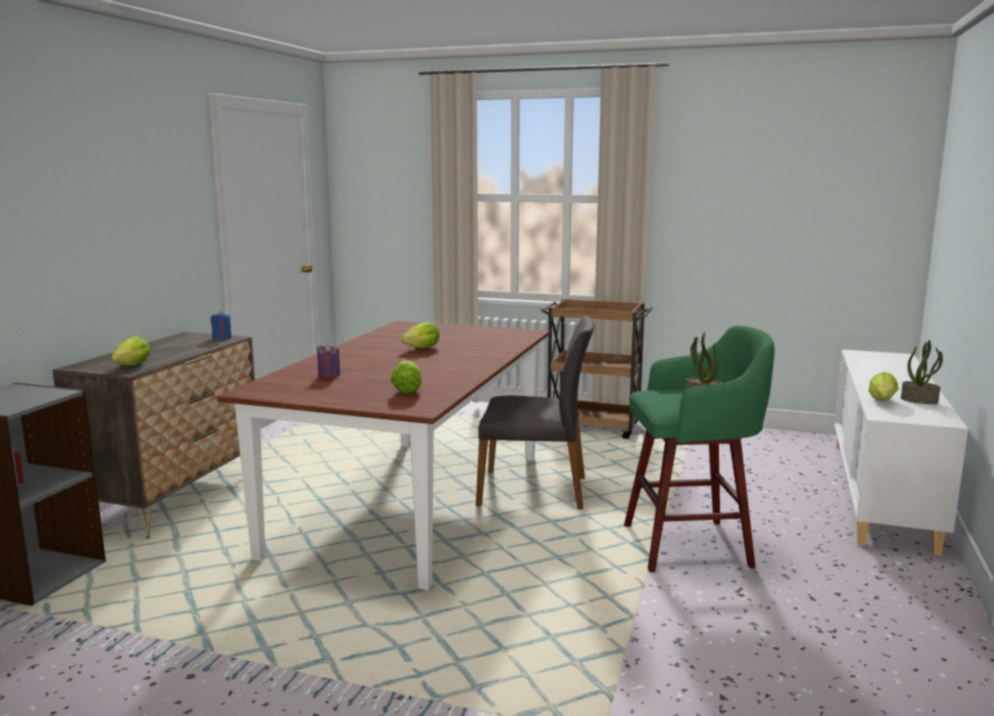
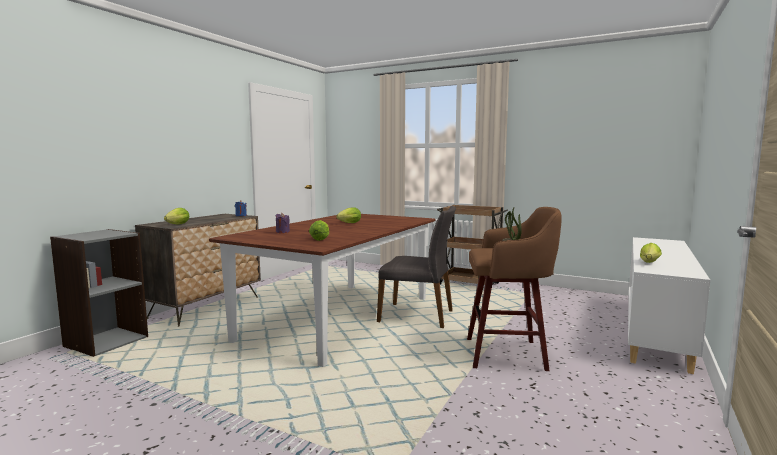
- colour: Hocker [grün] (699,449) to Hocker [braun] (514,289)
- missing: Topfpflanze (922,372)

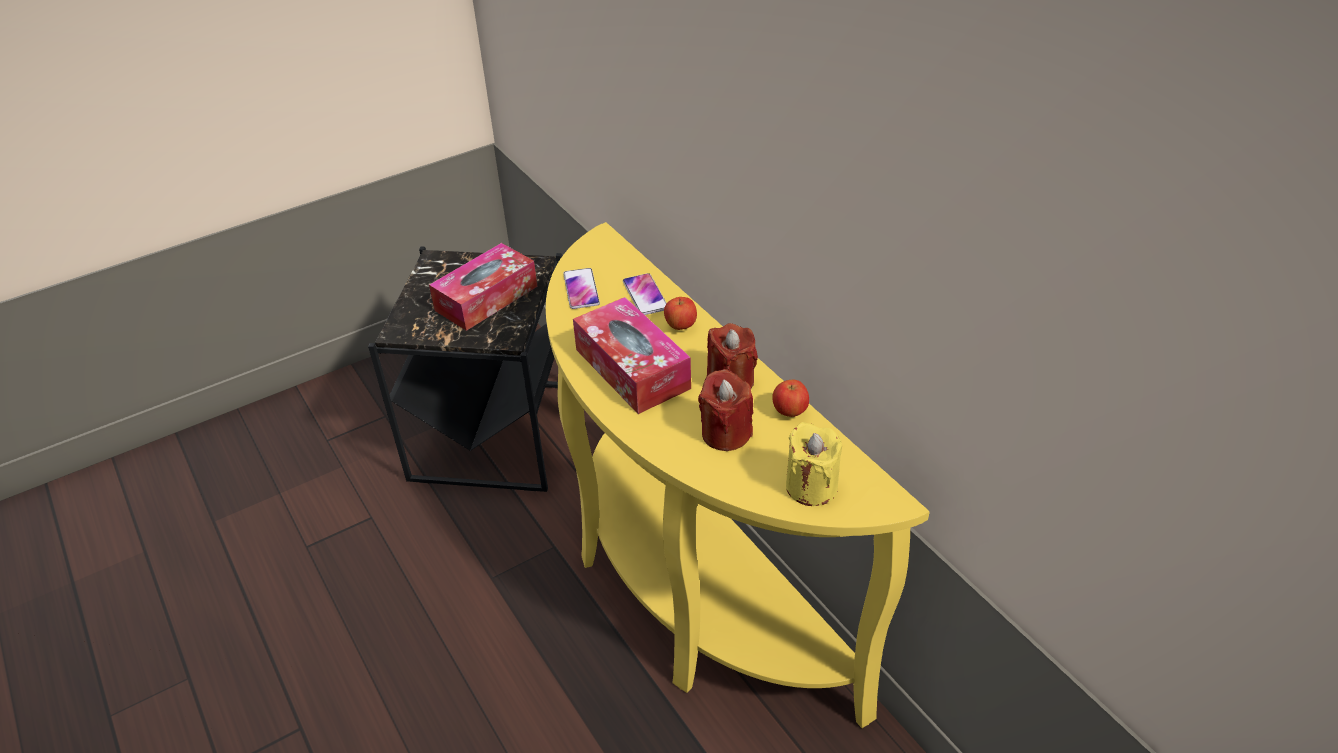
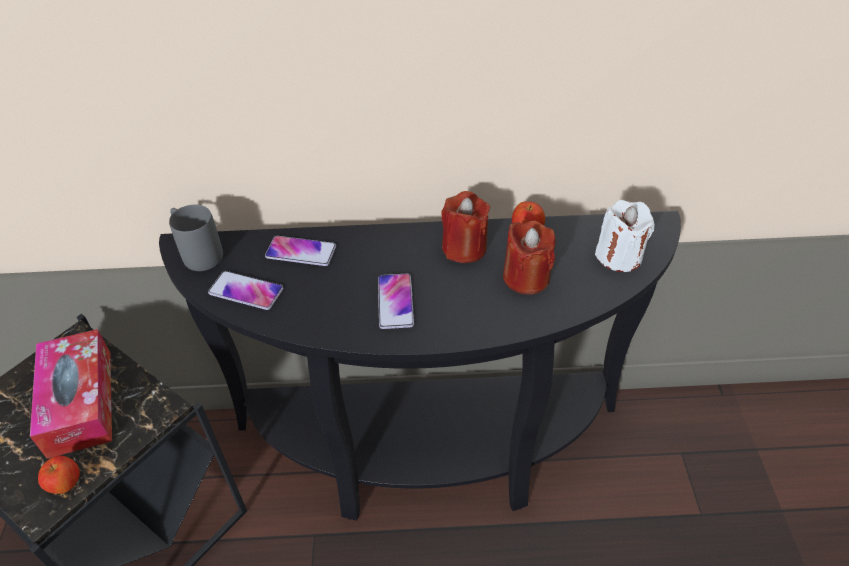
- relocated: Apfel (680,313) to (59,474)
- colour: Konsolentisch [gelb] (738,475) to Konsolentisch [schwarz] (420,366)
- appeared: Henkelbecher [grau] (196,237)
- exchanged: Taschentuchbox (632,355) to Handy (396,301)
- colour: Kerze [gelb] (814,464) to Kerze [weiß] (624,236)

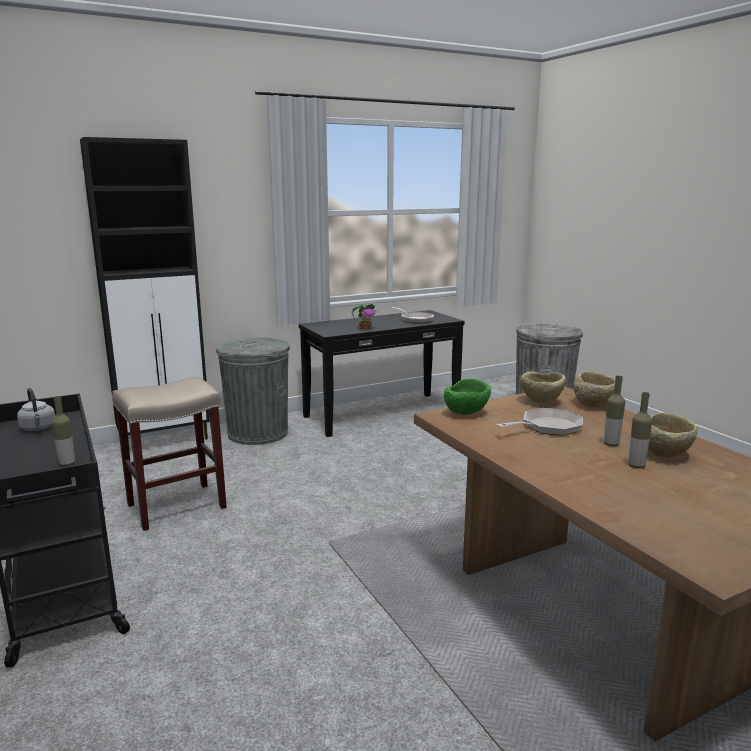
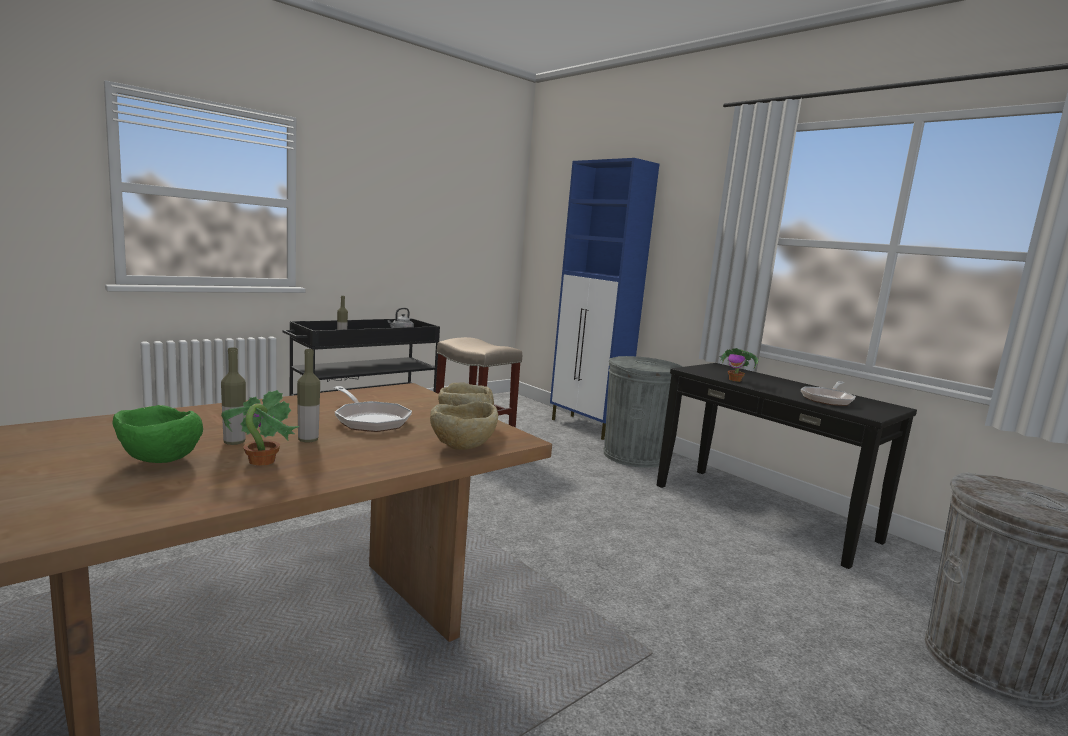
- relocated: Schüssel [grün] (467,397) to (157,434)
- exchanged: Schüssel [beige] (673,434) to Topfpflanze (260,428)
- colour: Schrank [schwarz] (145,288) to Schrank [blau] (604,299)

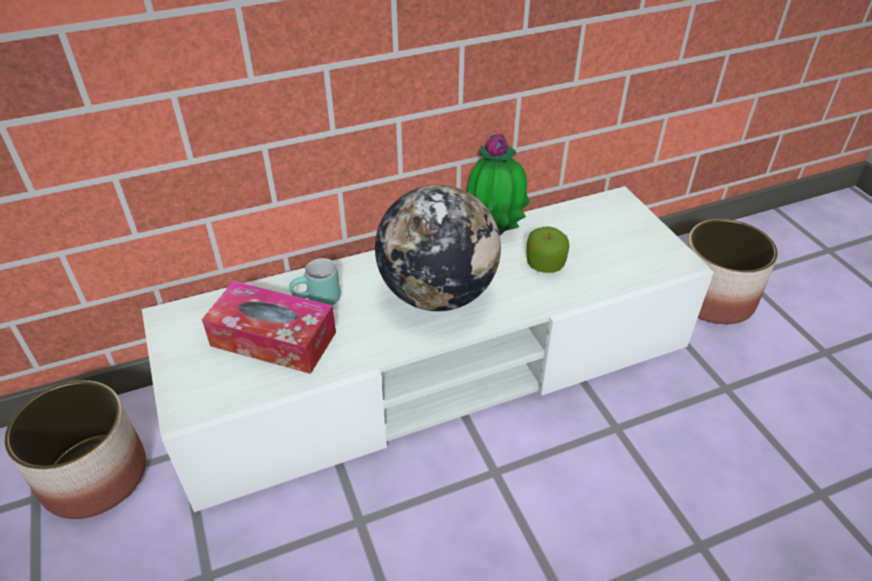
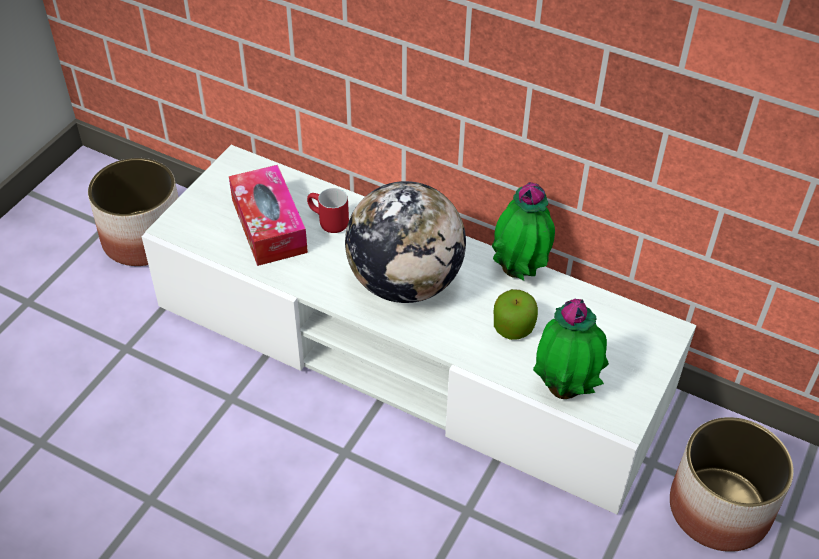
- colour: Henkelbecher [türkis] (315,281) to Henkelbecher [rot] (328,210)
- appeared: Topfpflanze (571,349)

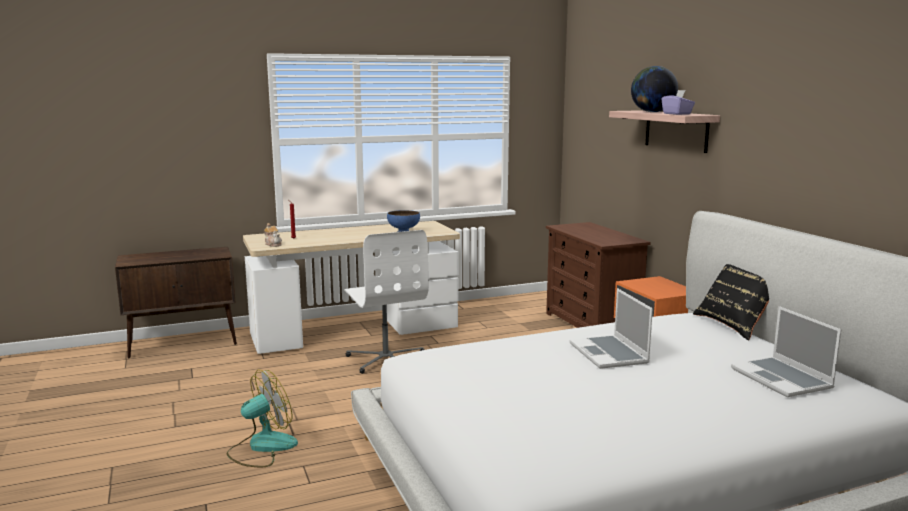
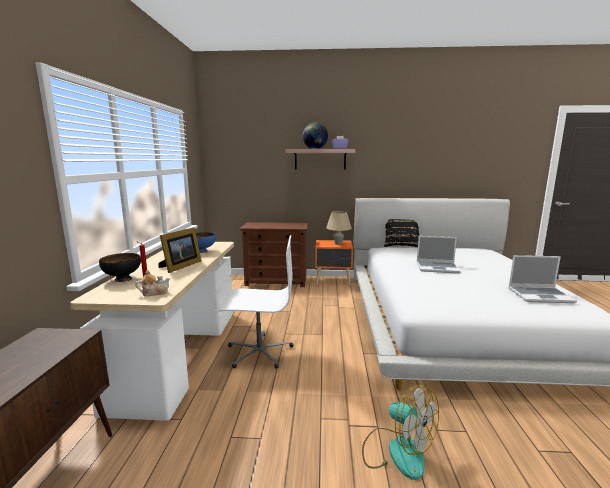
- appeared: Schüssel [schwarz] (120,267)
- appeared: Bilderrahmen (180,250)
- appeared: Tischlampe [beige] (339,228)
- spun: Ventilator (262,418) = (400,432) 150 degrees clockwise
- relocated: Laptop (786,351) to (542,279)

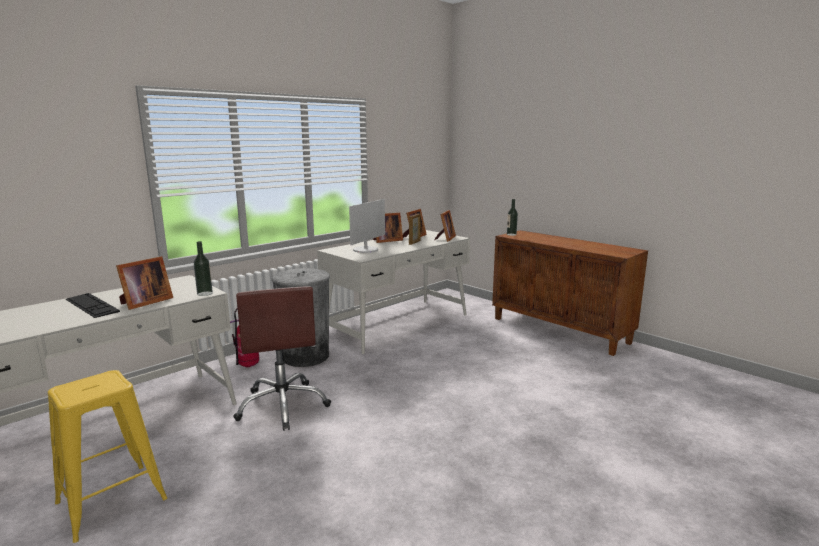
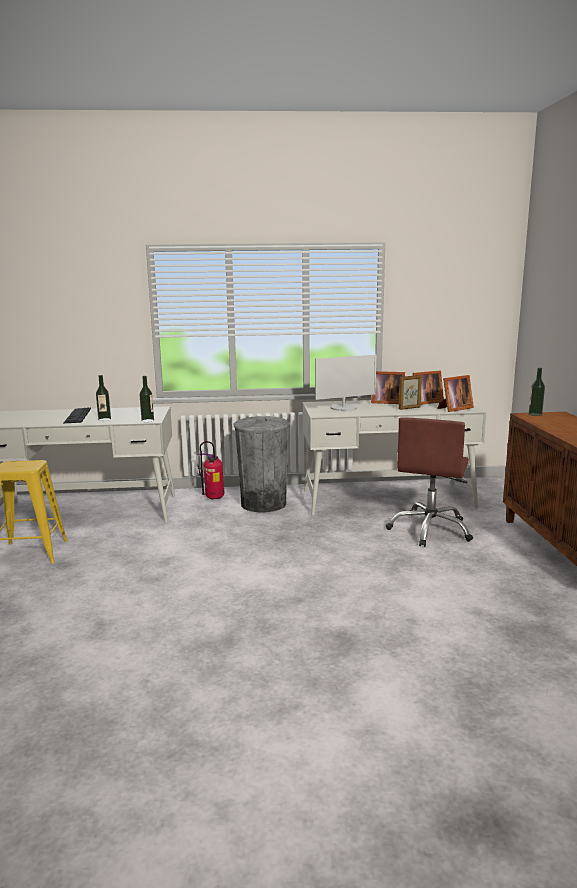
- exchanged: Bilderrahmen (144,283) to Flasche (103,398)
- relocated: Bürostuhl [braun] (282,358) to (429,482)

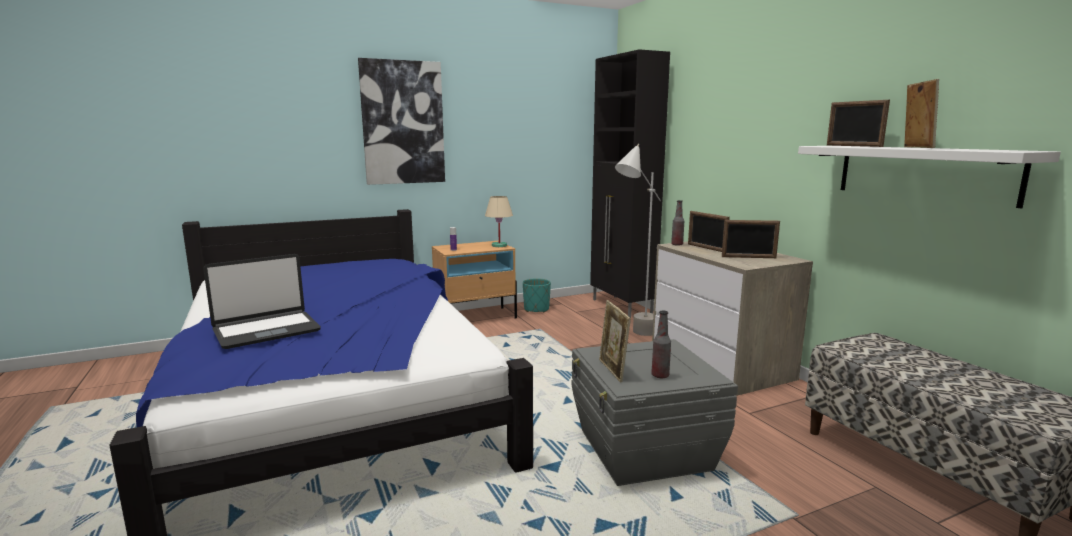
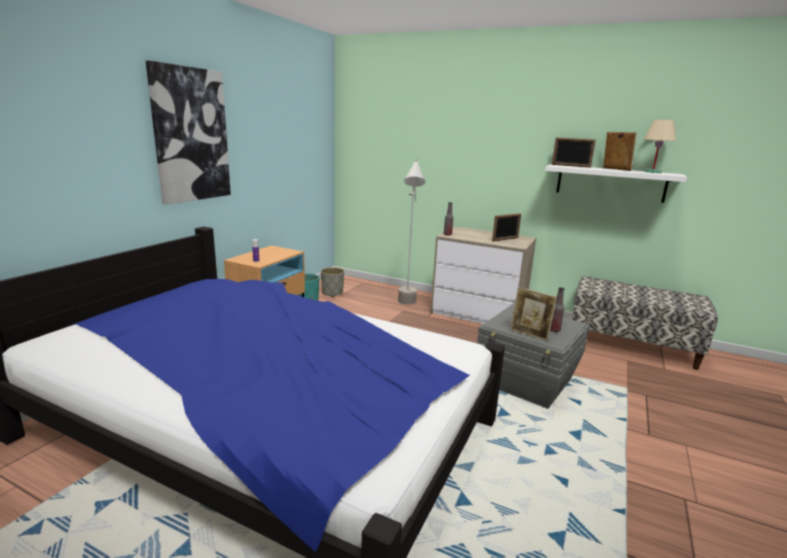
- appeared: Pflanzkübel [grau] (332,282)
- relocated: Tischlampe [beige] (499,221) to (660,146)
- missing: Laptop (262,301)
- missing: Schrank [schwarz] (630,183)
- missing: Bilderrahmen (709,231)

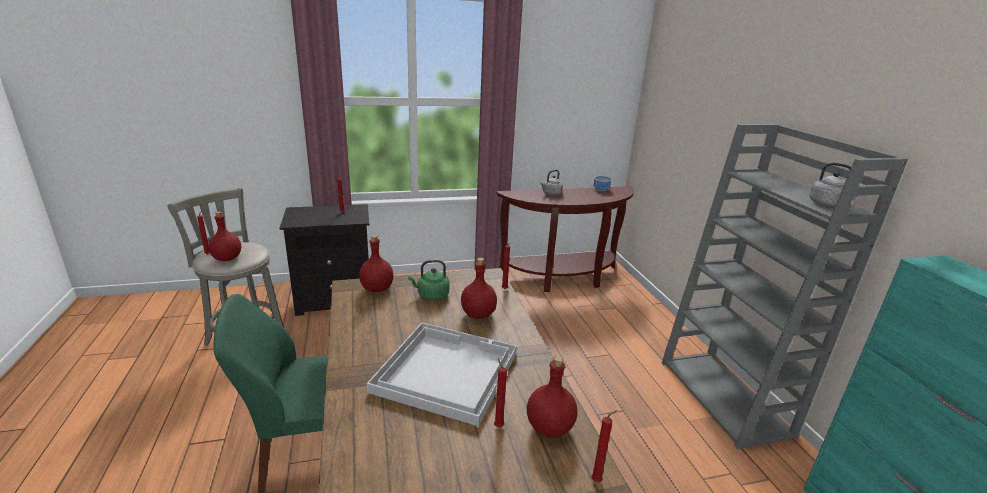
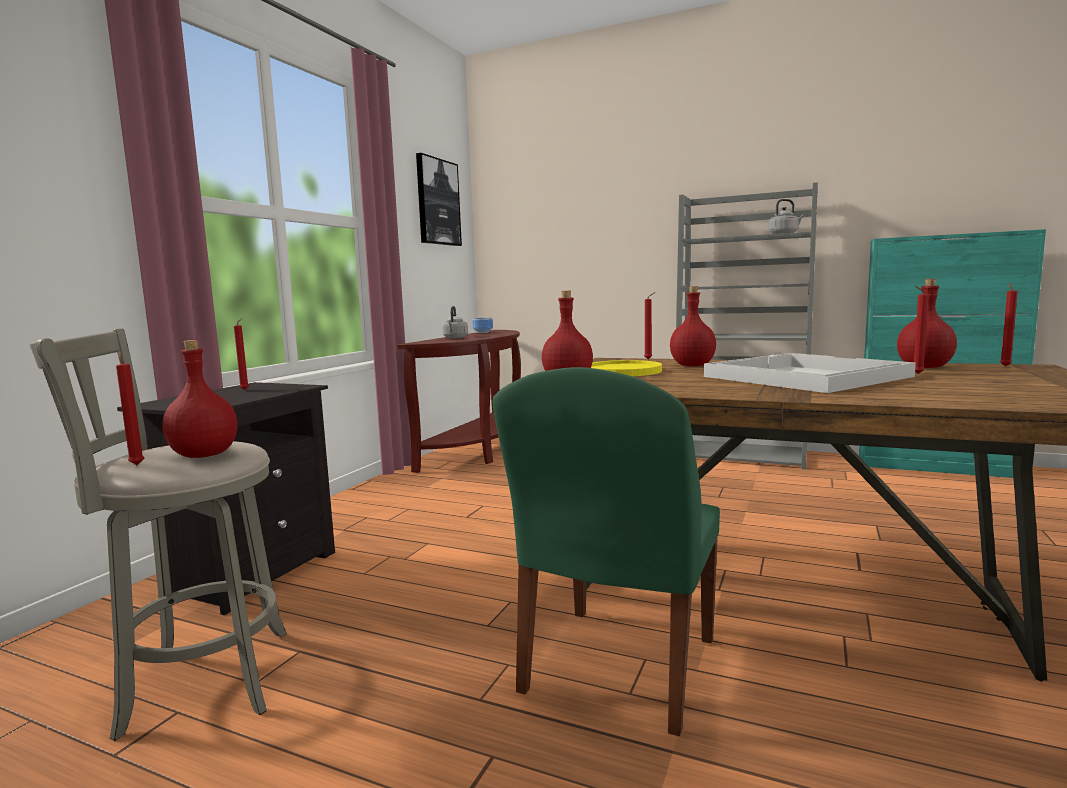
- appeared: Bild (439,199)
- exchanged: Wasserkessel [grün] (428,280) to Teller [gelb] (626,368)

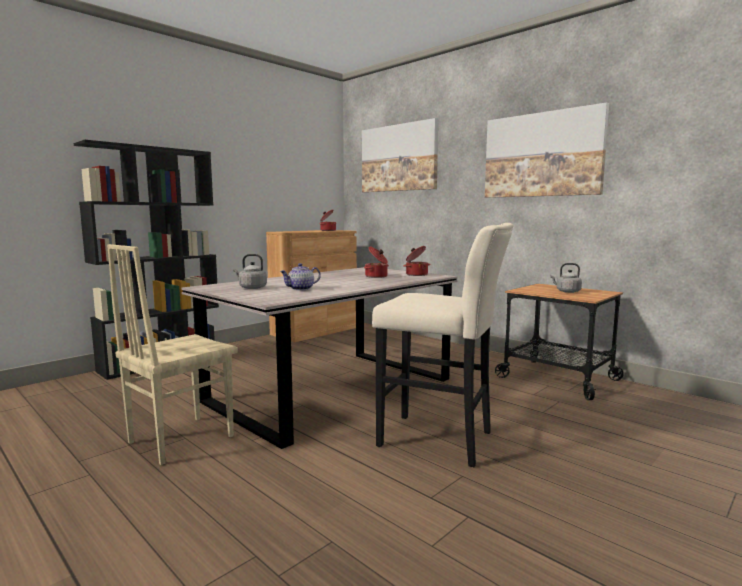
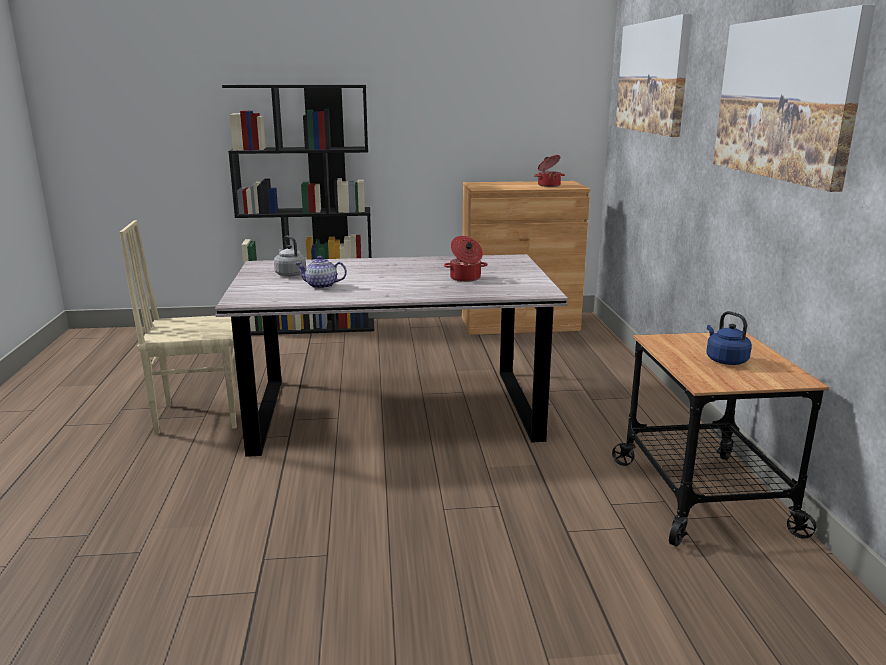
- colour: Wasserkessel [grau] (566,278) to Wasserkessel [blau] (729,338)
- missing: Hocker [beige] (443,345)
- missing: Kochtopf (417,261)

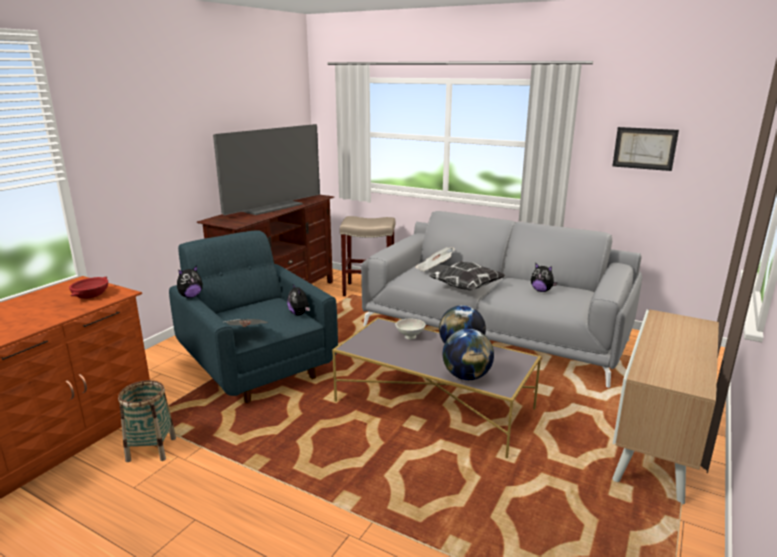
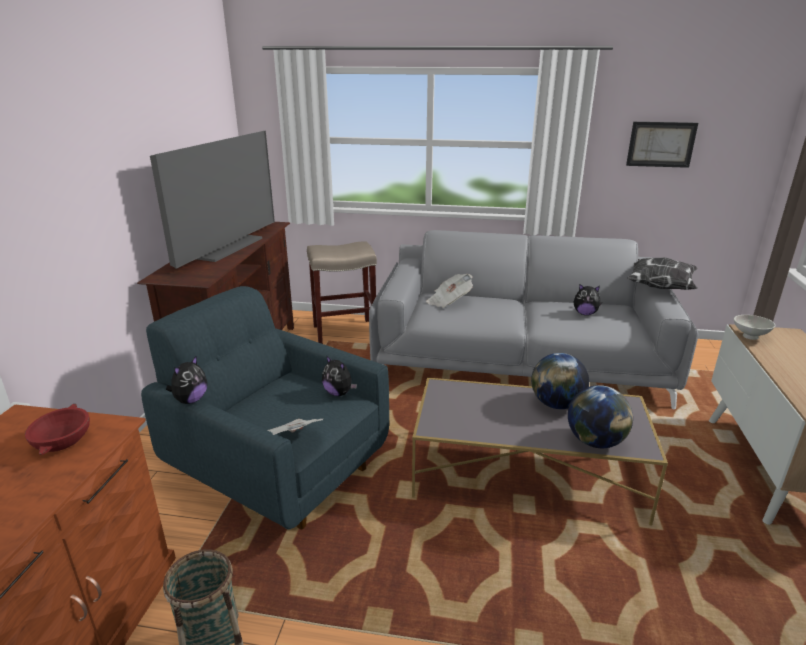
- relocated: Kissen (467,276) to (662,273)
- relocated: Schüssel [weiß] (410,329) to (755,327)

